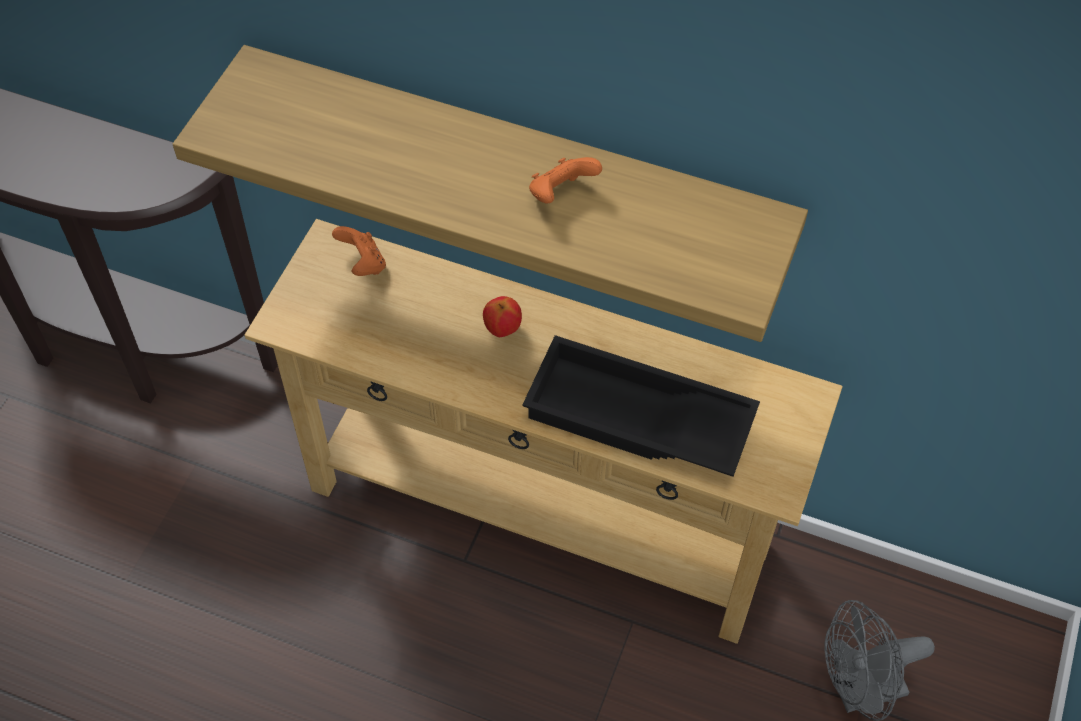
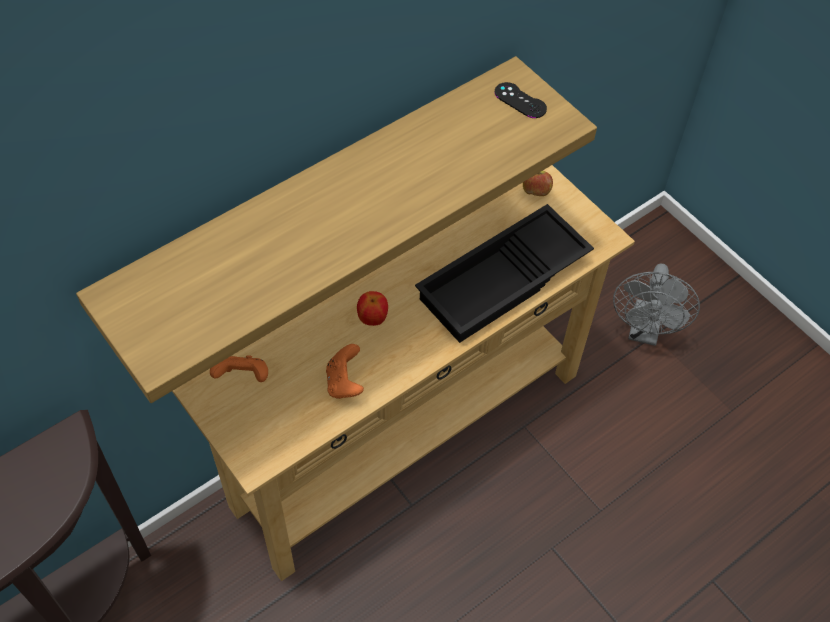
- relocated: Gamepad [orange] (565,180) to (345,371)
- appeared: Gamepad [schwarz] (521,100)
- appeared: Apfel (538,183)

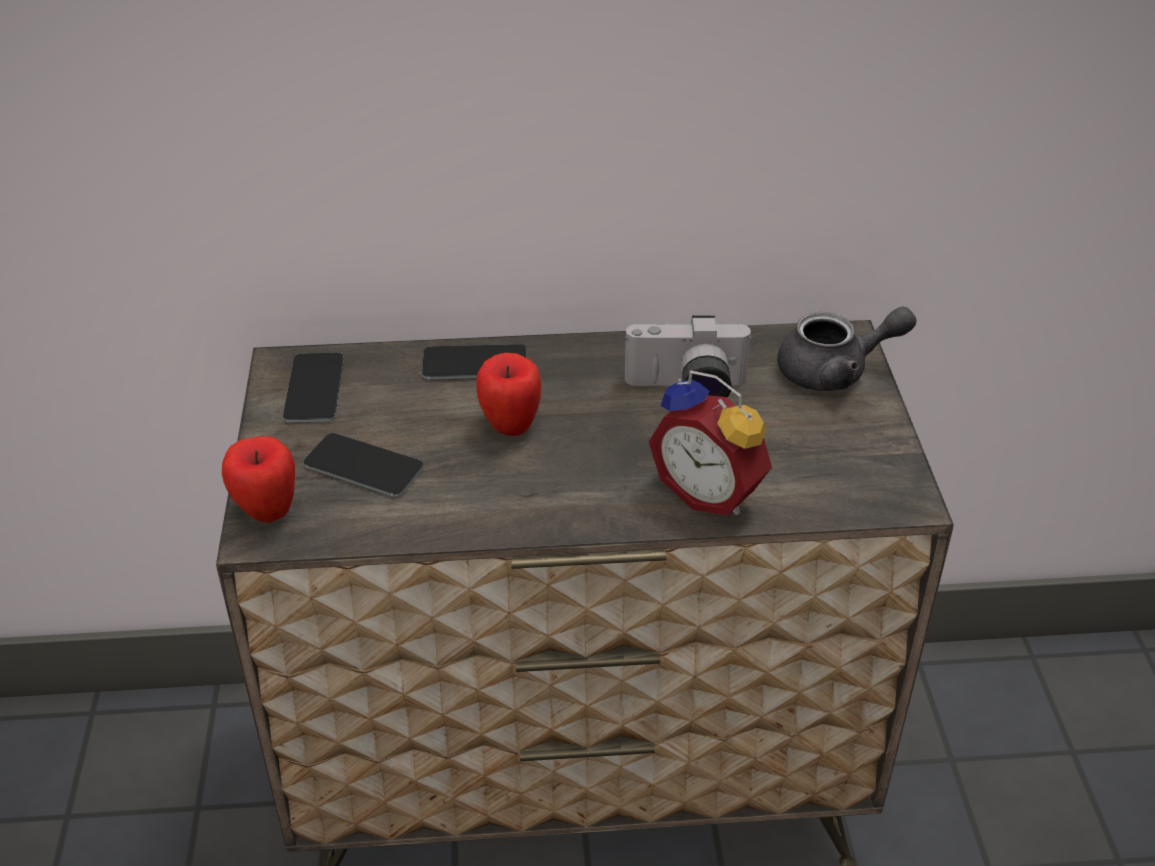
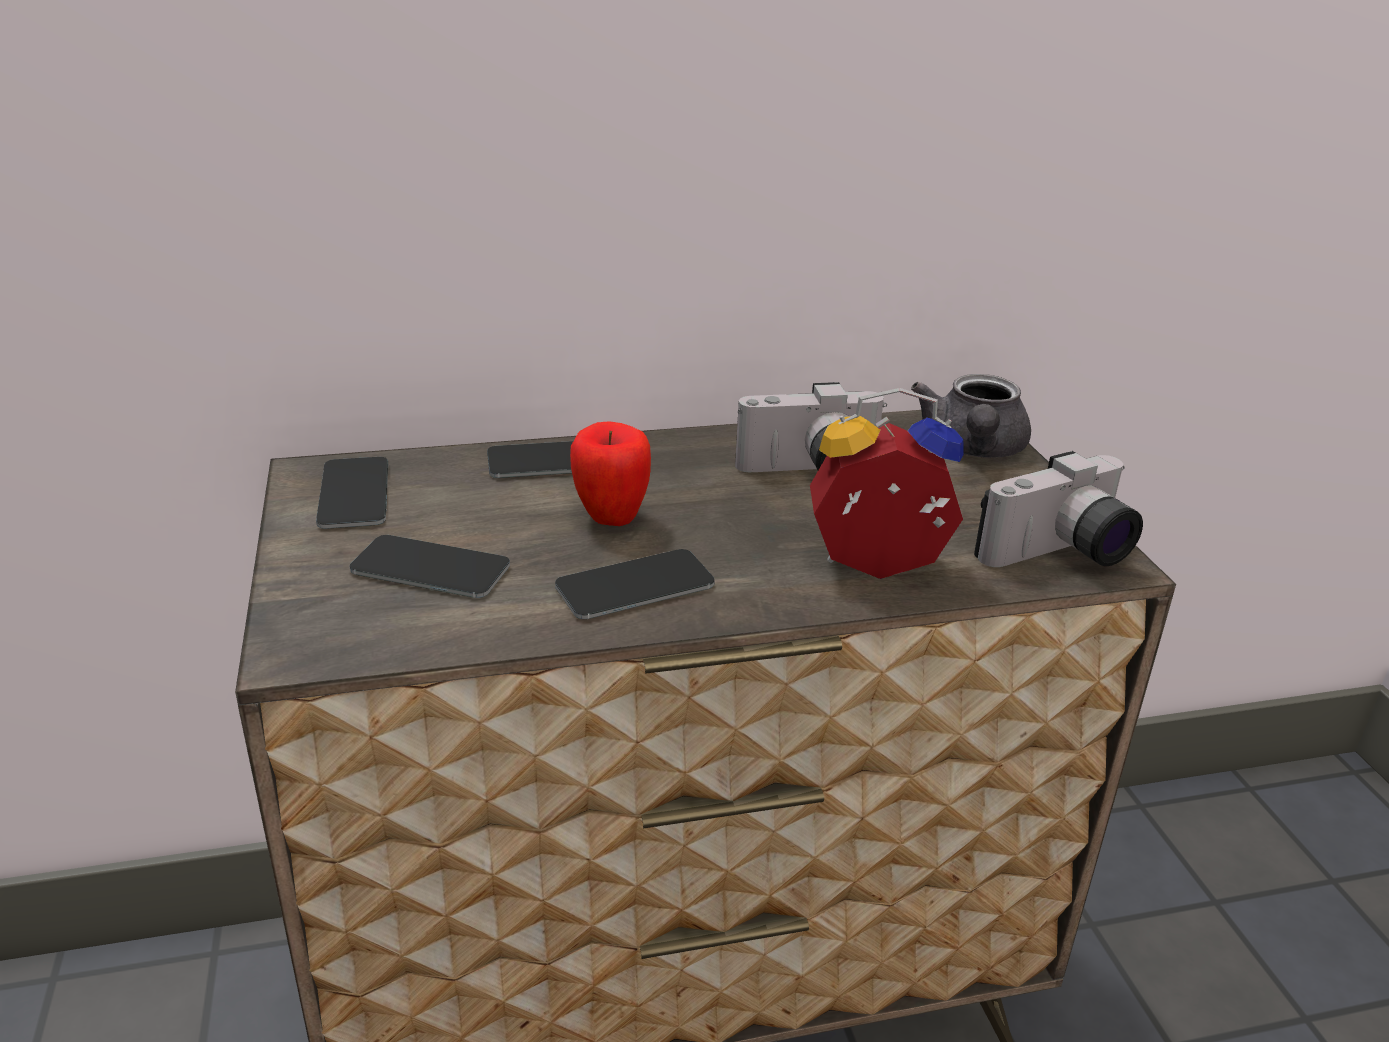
- appeared: Handy (635,584)
- spun: Wecker (710,442) = (887,483) 150 degrees clockwise
- spun: Teekanne [grau] (847,348) = (971,416) 120 degrees clockwise
- appeared: Kamera (1058,509)
- missing: Apfel (258,479)

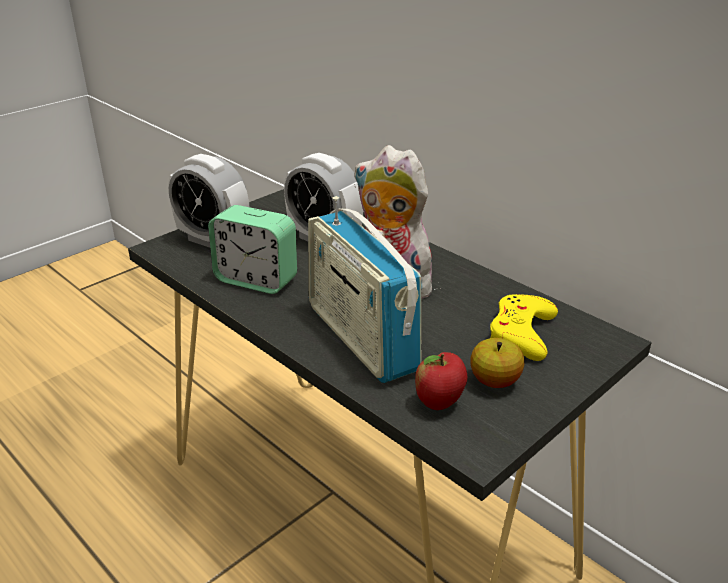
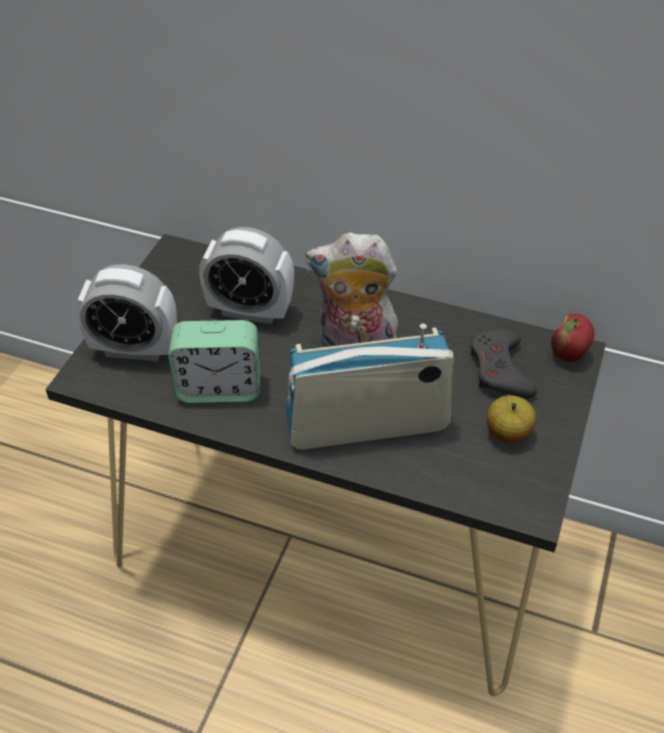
- spun: Radio (365,289) = (370,386) 135 degrees clockwise
- colour: Gamepad [gelb] (524,327) to Gamepad [grau] (503,363)
- relocated: Apfel (441,381) to (572,337)

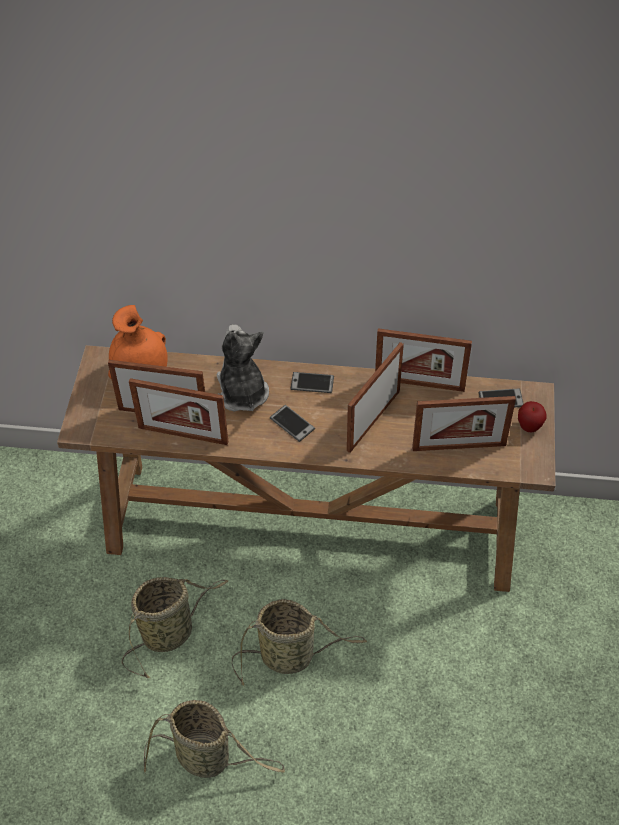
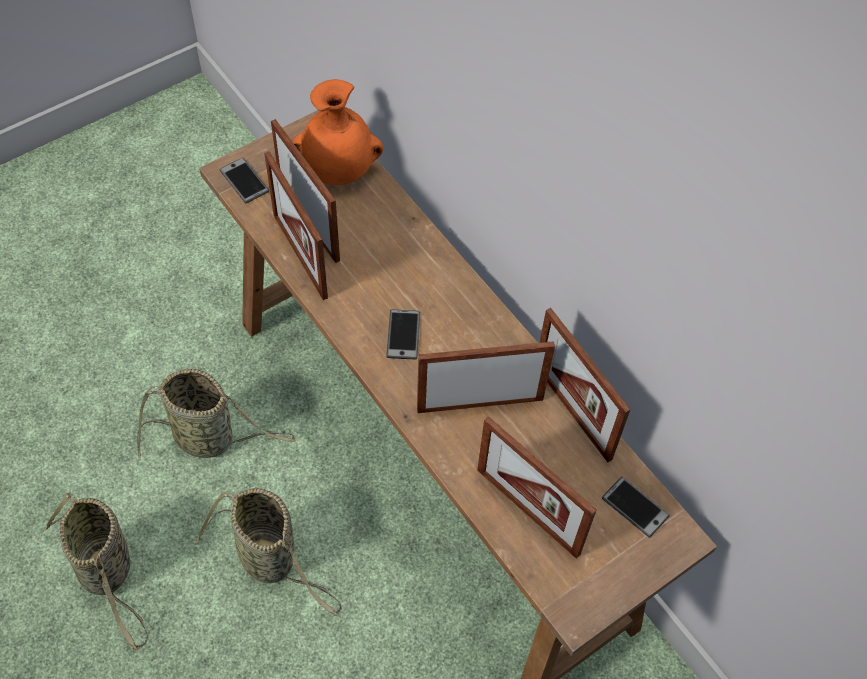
- relocated: Handy (312,382) to (244,180)
- missing: Plüschtier (243,368)
- missing: Apfel (532,417)

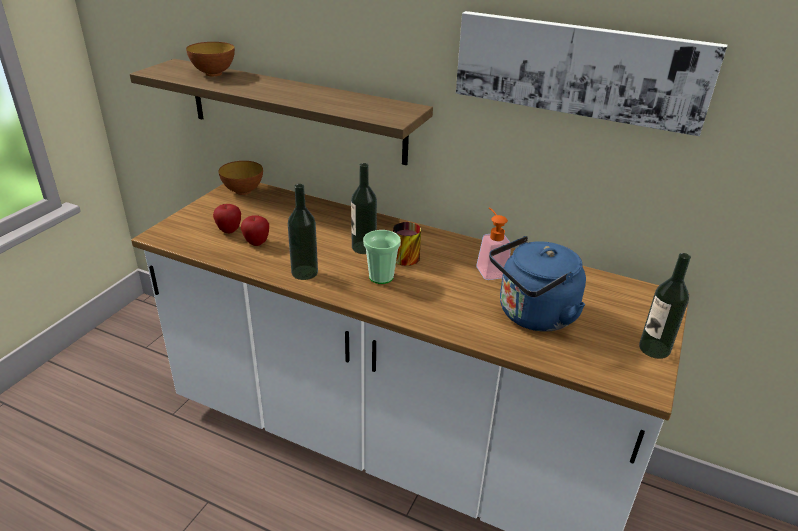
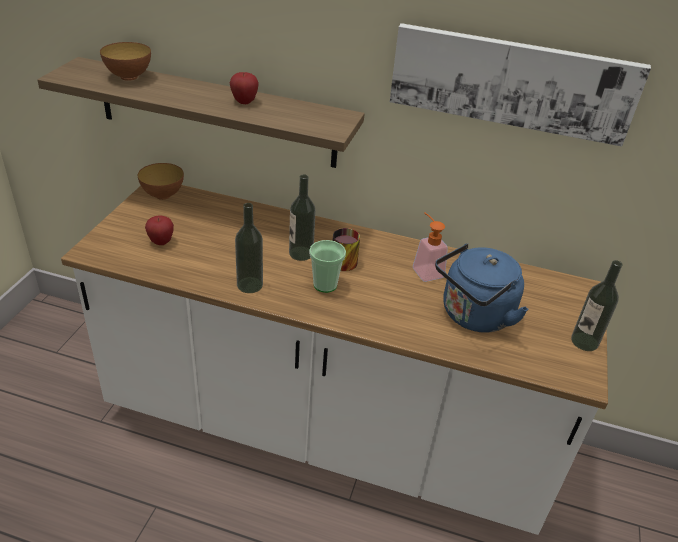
- relocated: Apfel (255,230) to (244,88)

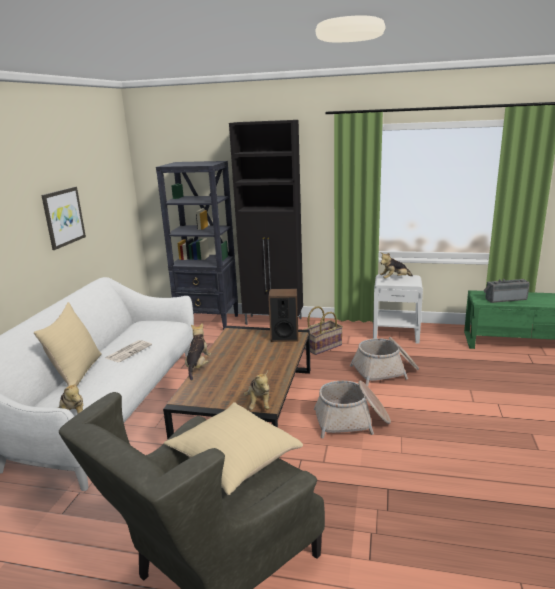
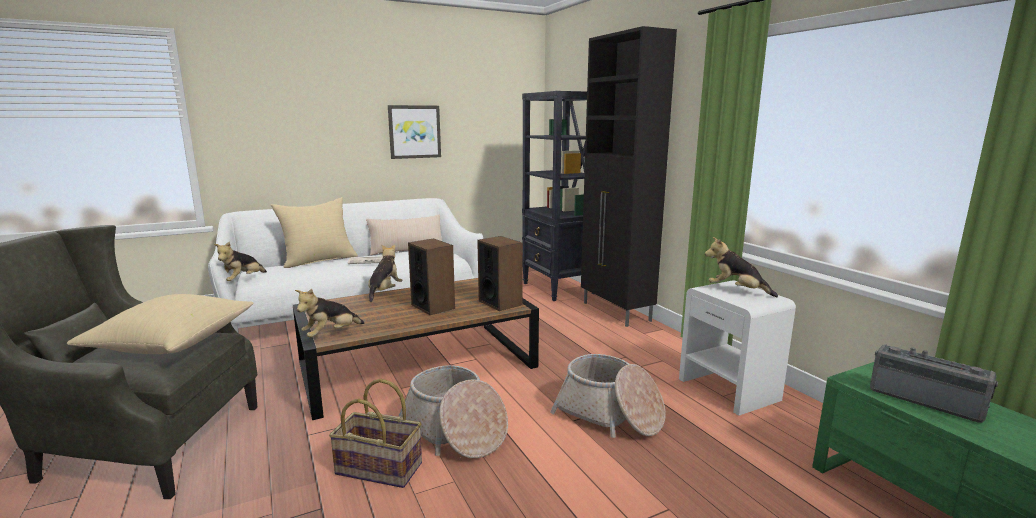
- relocated: Korb (323,330) to (375,433)
- appeared: Kissen [beige] (404,235)
- spun: Plüschtier (198,352) = (385,273) 45 degrees counterclockwise
- appeared: Lautsprecher (431,276)

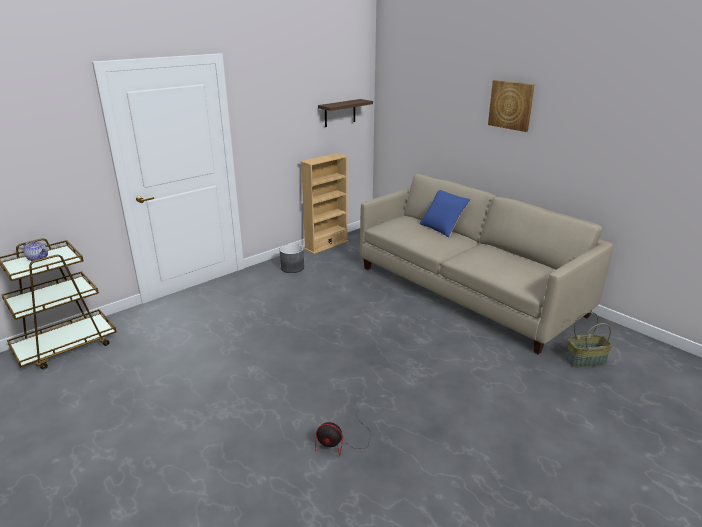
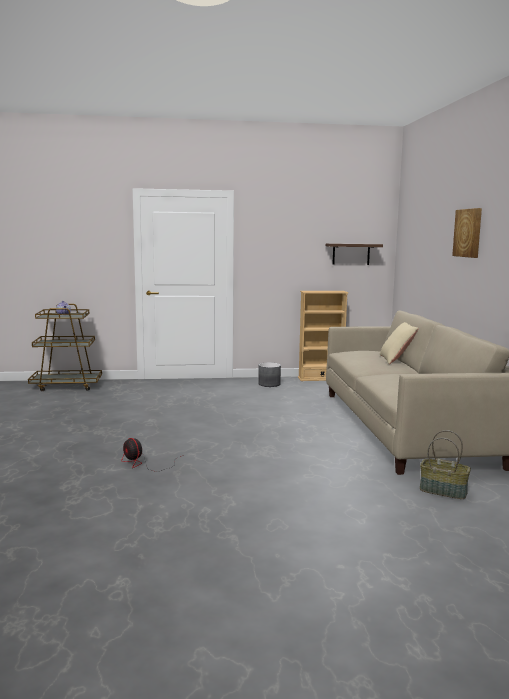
- colour: Kissen [blau] (445,214) to Kissen [beige] (399,343)

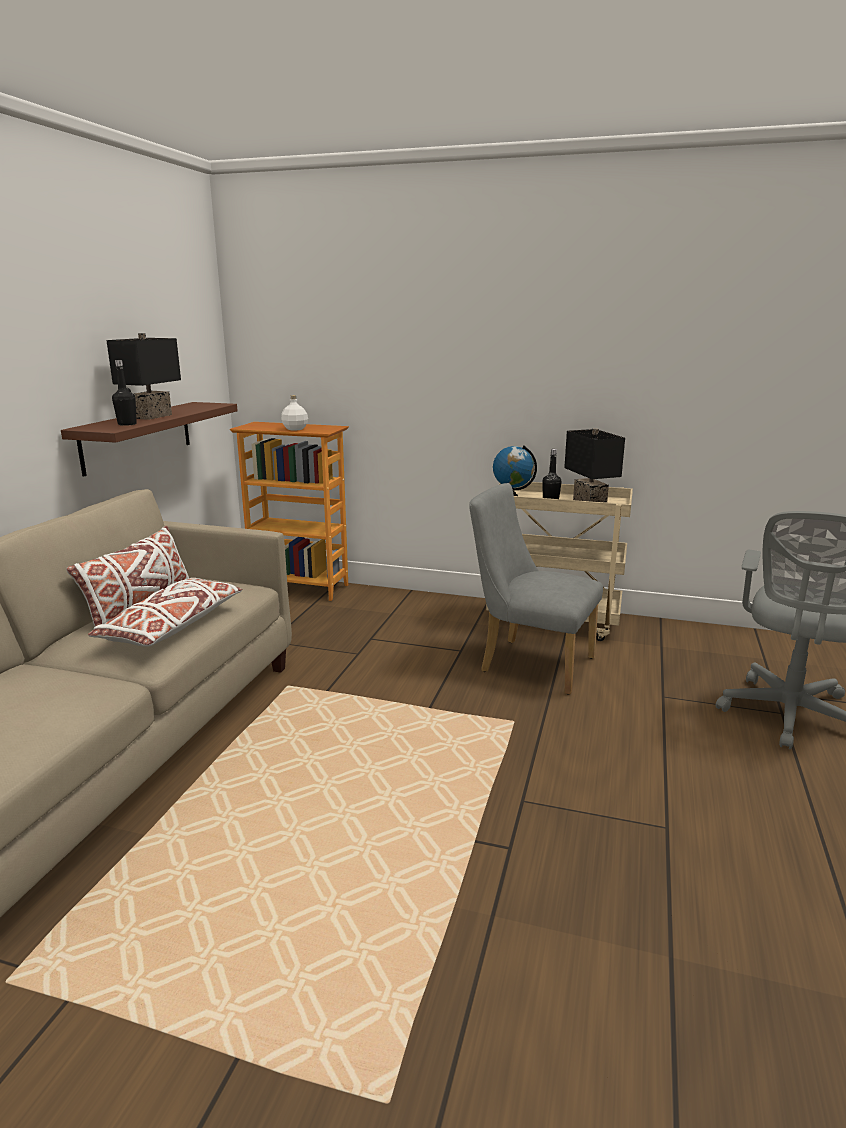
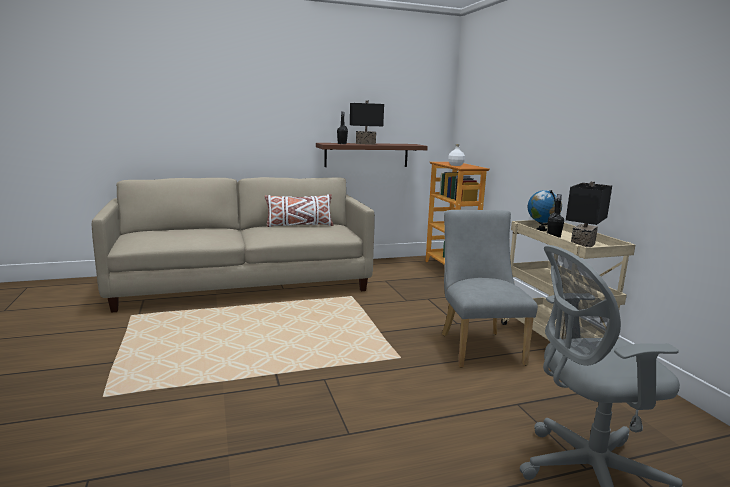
- missing: Kissen [weiß] (165,612)

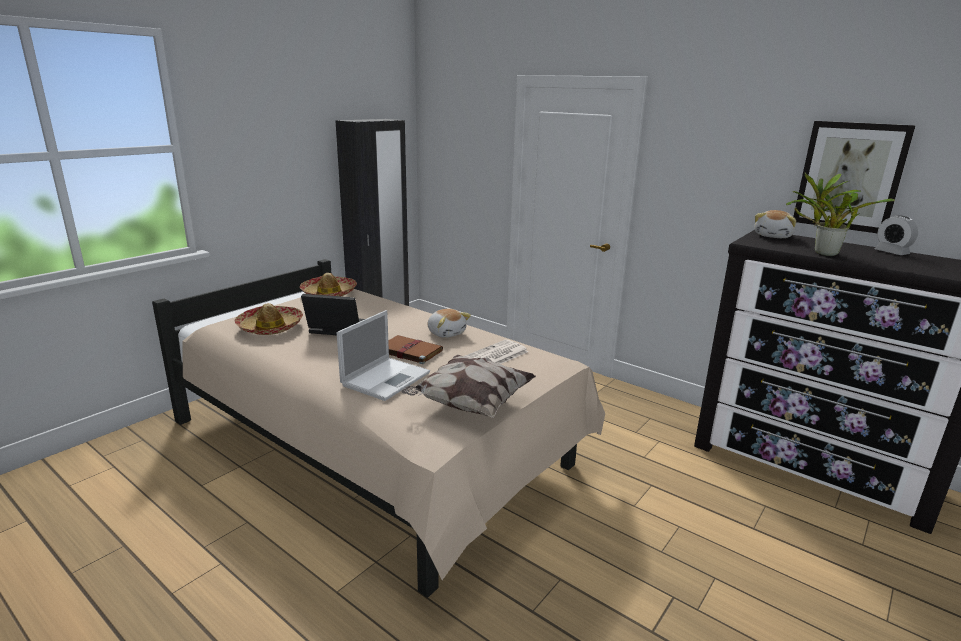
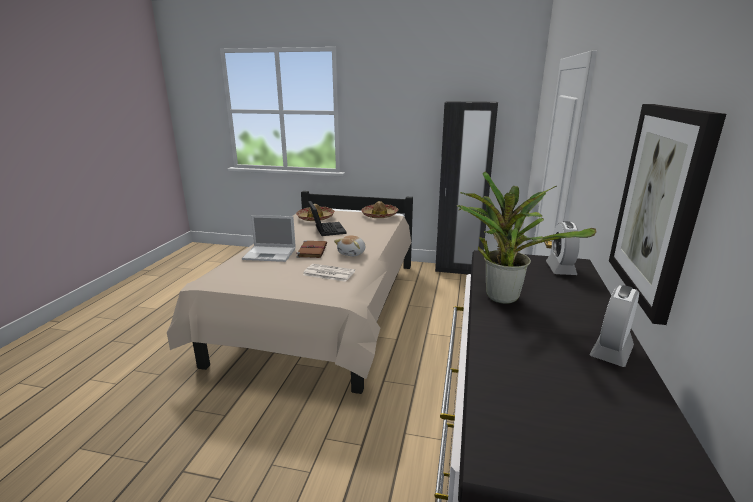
- exchanged: Plüschtier (775,224) to Wecker (563,248)
- missing: Kissen (468,386)

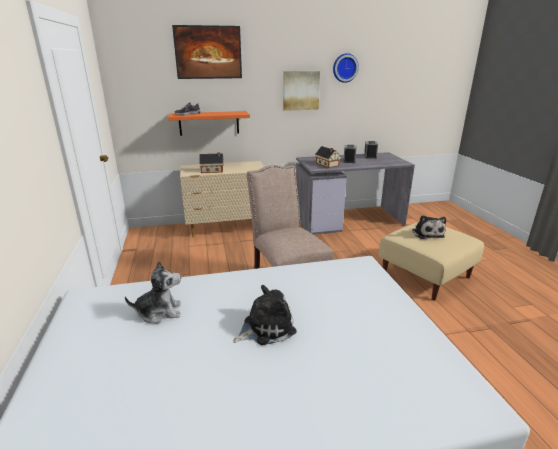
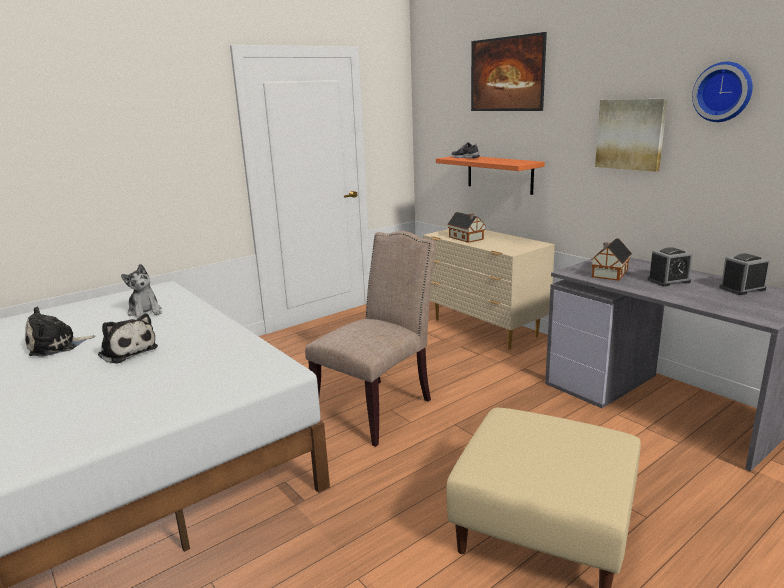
- relocated: Plüschtier (429,227) to (60,331)

